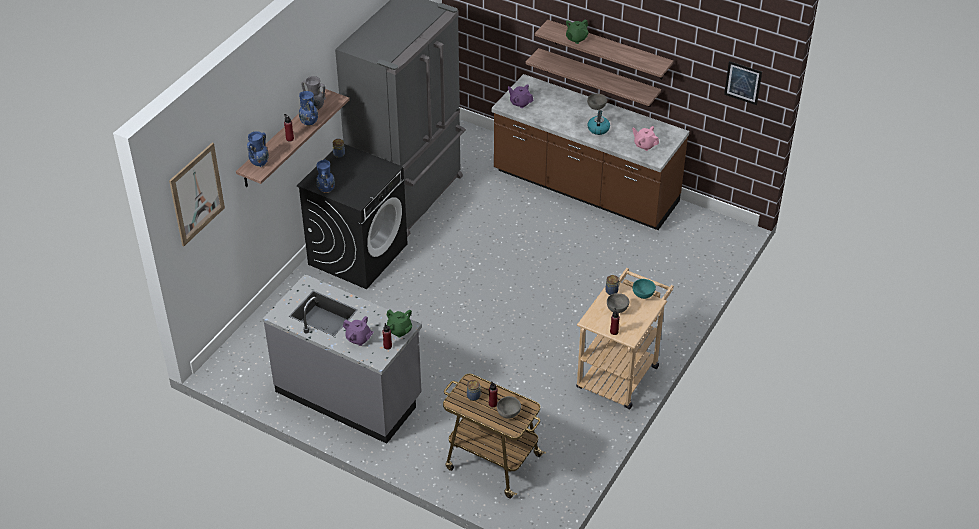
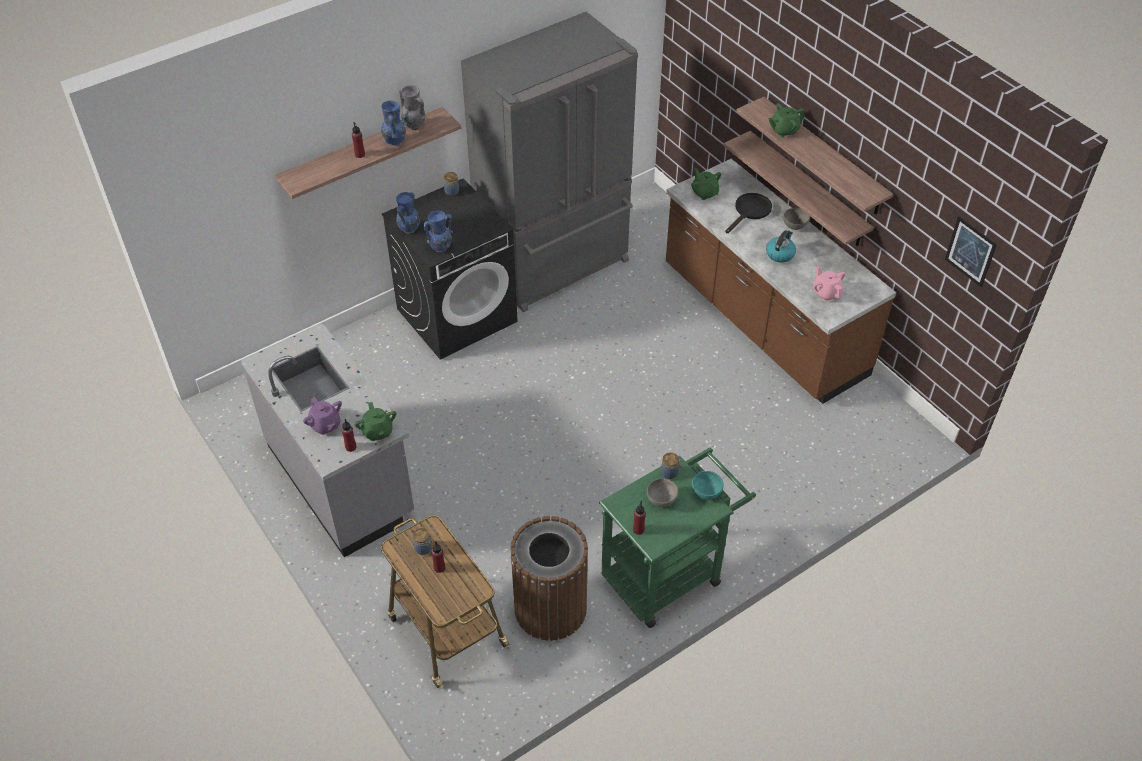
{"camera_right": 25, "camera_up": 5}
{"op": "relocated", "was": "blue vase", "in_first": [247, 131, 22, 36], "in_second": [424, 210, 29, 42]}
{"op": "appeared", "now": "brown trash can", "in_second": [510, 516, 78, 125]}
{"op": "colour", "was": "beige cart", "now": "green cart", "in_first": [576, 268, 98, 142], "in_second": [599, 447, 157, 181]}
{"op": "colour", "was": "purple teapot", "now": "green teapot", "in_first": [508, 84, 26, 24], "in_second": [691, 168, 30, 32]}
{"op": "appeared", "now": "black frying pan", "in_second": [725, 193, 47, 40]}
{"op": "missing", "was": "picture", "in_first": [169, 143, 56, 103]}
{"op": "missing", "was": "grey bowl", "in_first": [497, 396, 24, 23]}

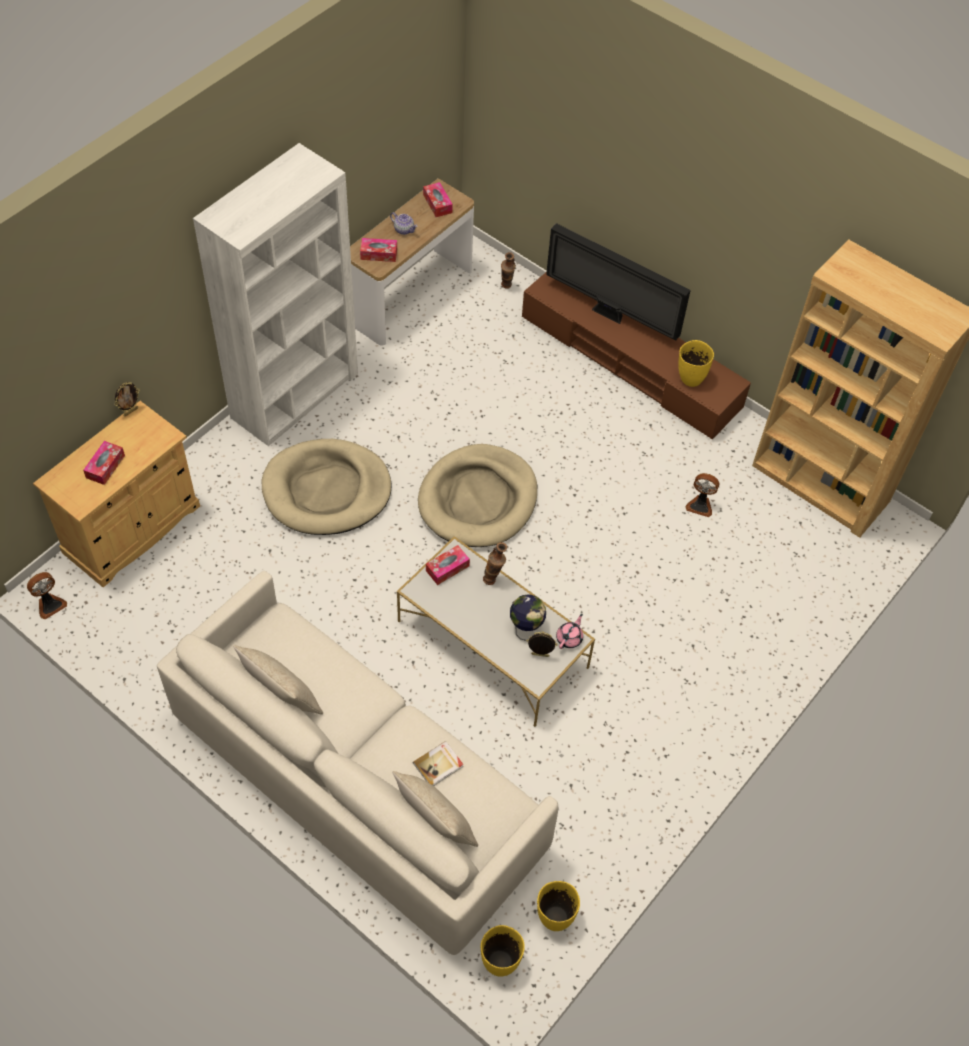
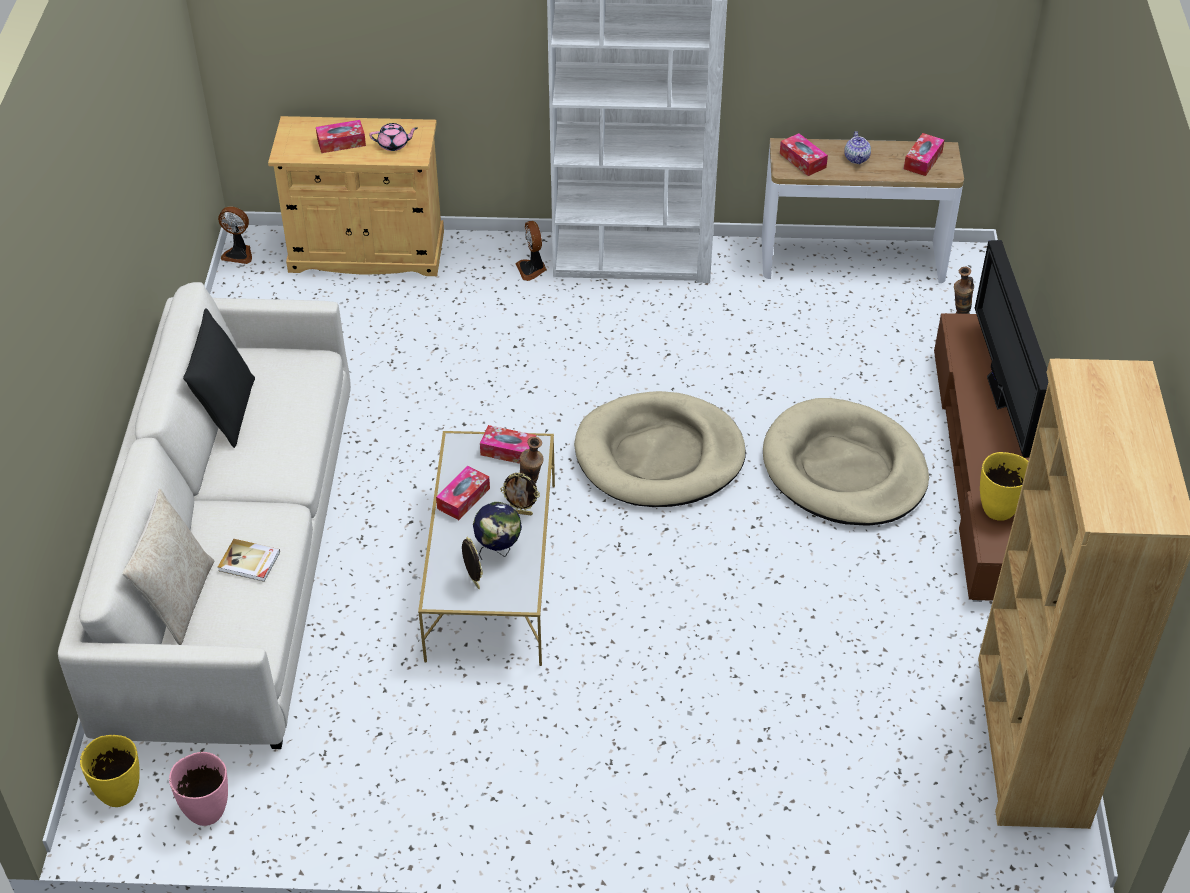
{"camera_right": 55, "camera_up": -10}
{"op": "colour", "was": "yellow vase", "now": "pink vase", "in_first": [537, 881, 43, 50], "in_second": [169, 752, 59, 74]}
{"op": "colour", "was": "beige pillow", "now": "black pillow", "in_first": [233, 645, 90, 70], "in_second": [183, 308, 72, 140]}
{"op": "relocated", "was": "pink teapot", "in_first": [556, 614, 27, 35], "in_second": [369, 123, 49, 28]}
{"op": "appeared", "now": "tissue box", "in_second": [436, 466, 54, 54]}
{"op": "relocated", "was": "picture frame", "in_first": [114, 382, 26, 34], "in_second": [501, 473, 39, 42]}
{"op": "relocated", "was": "fan", "in_first": [685, 473, 34, 44], "in_second": [515, 221, 32, 60]}
{"op": "relocated", "was": "beige dog bed", "in_first": [261, 439, 130, 96], "in_second": [763, 398, 166, 128]}

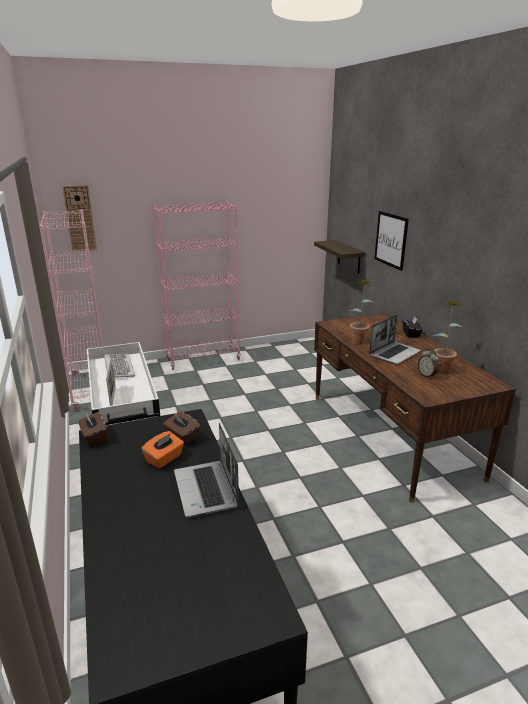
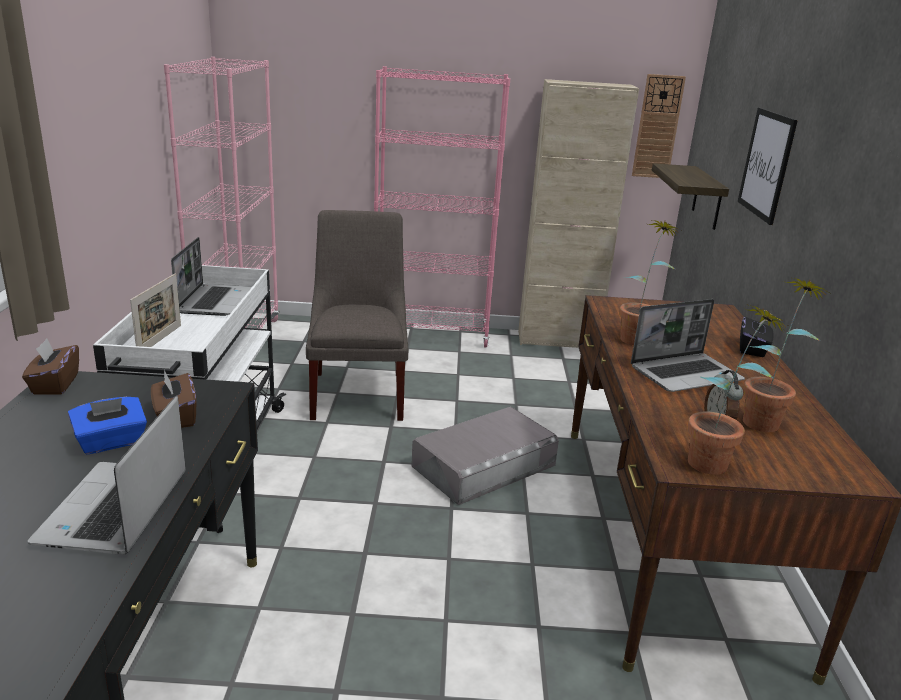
{"camera_right": 20, "camera_up": 0}
{"op": "colour", "was": "orange tissue box", "now": "blue tissue box", "in_first": [141, 431, 43, 38], "in_second": [68, 397, 79, 58]}
{"op": "exchanged", "was": "keyboard", "now": "laptop", "in_first": [104, 354, 31, 24], "in_second": [171, 237, 81, 79]}
{"op": "appeared", "now": "grey chair", "in_second": [306, 210, 102, 211]}
{"op": "appeared", "now": "grey storage box", "in_second": [411, 406, 148, 99]}
{"op": "appeared", "now": "beige cabinet", "in_second": [518, 79, 121, 269]}
{"op": "relocated", "was": "wall clock", "in_first": [62, 185, 35, 67], "in_second": [632, 74, 54, 104]}
{"op": "appeared", "now": "potted plant", "in_second": [688, 305, 97, 170]}

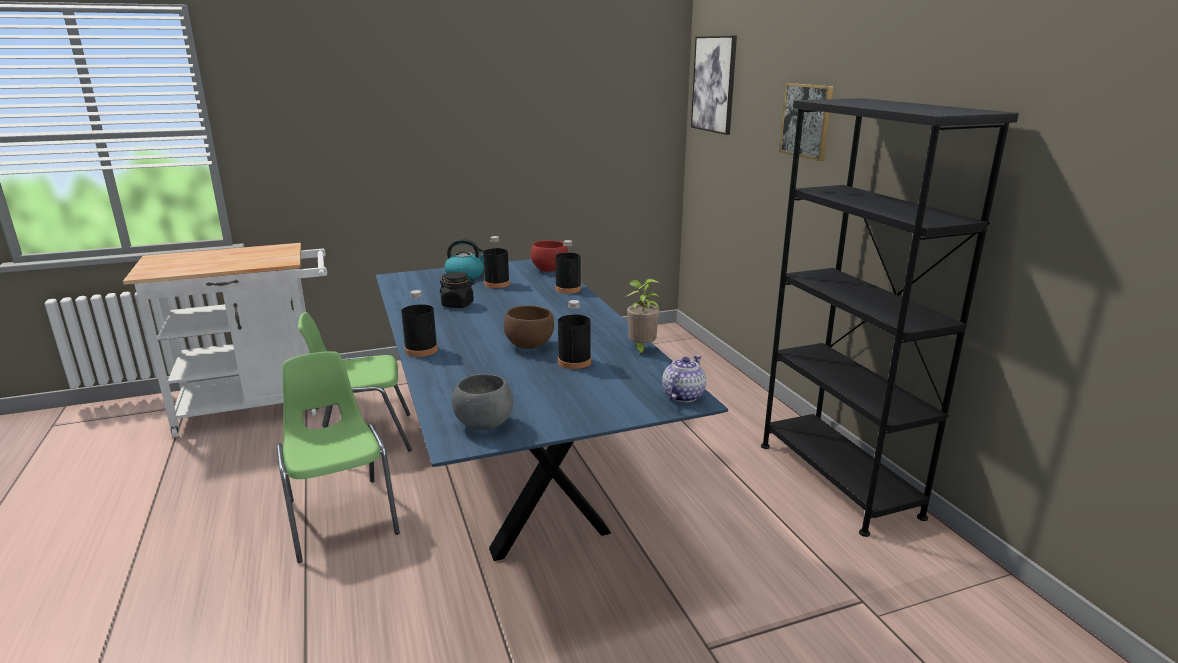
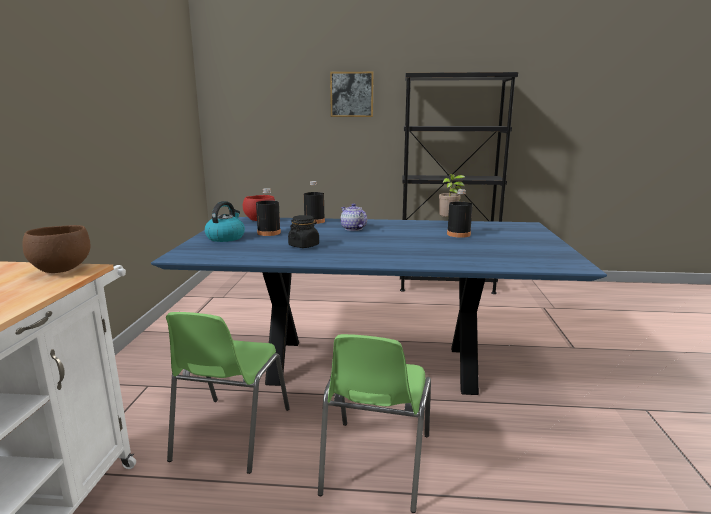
{"camera_right": -65, "camera_up": -5}
{"op": "relocated", "was": "brown bowl", "in_first": [504, 306, 50, 43], "in_second": [22, 225, 69, 48]}
{"op": "spun", "was": "green chair", "in_first": [277, 352, 123, 211], "in_second": [318, 334, 113, 179], "clockwise": -75}
{"op": "relocated", "was": "teapot", "in_first": [662, 355, 44, 48], "in_second": [341, 203, 26, 28]}
{"op": "missing", "was": "black bottle", "in_first": [401, 290, 37, 67]}
{"op": "missing", "was": "grey bowl", "in_first": [452, 374, 61, 56]}
{"op": "missing", "was": "picture", "in_first": [691, 36, 46, 99]}

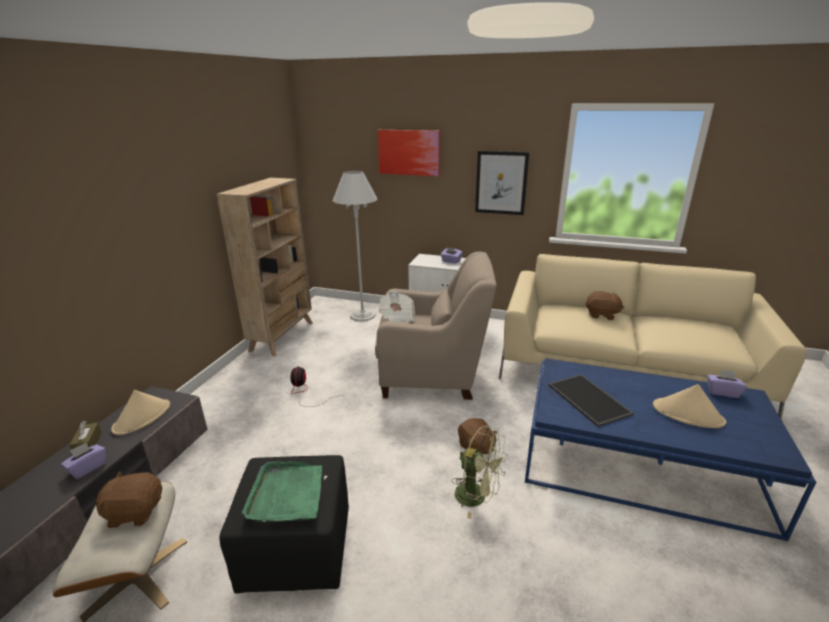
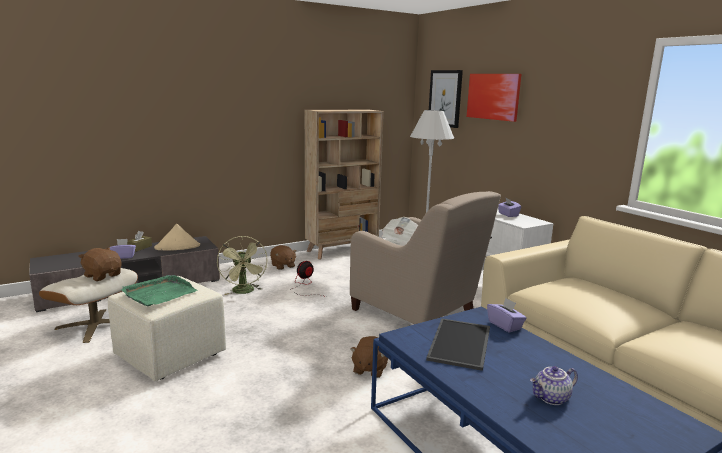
{"camera_right": 40, "camera_up": -10}
{"op": "colour", "was": "black ottoman", "now": "beige ottoman", "in_first": [219, 455, 130, 139], "in_second": [108, 276, 118, 105]}
{"op": "relocated", "was": "green fan", "in_first": [452, 426, 55, 93], "in_second": [217, 236, 50, 59]}
{"op": "relocated", "was": "brown plush toy", "in_first": [585, 291, 39, 29], "in_second": [270, 245, 27, 25]}
{"op": "relocated", "was": "picture", "in_first": [475, 151, 54, 64], "in_second": [429, 70, 34, 58]}
{"op": "relocated", "was": "purple tissue box", "in_first": [707, 369, 40, 29], "in_second": [487, 298, 40, 35]}
{"op": "exchanged", "was": "beige hat", "now": "teapot", "in_first": [653, 384, 73, 44], "in_second": [530, 366, 48, 39]}

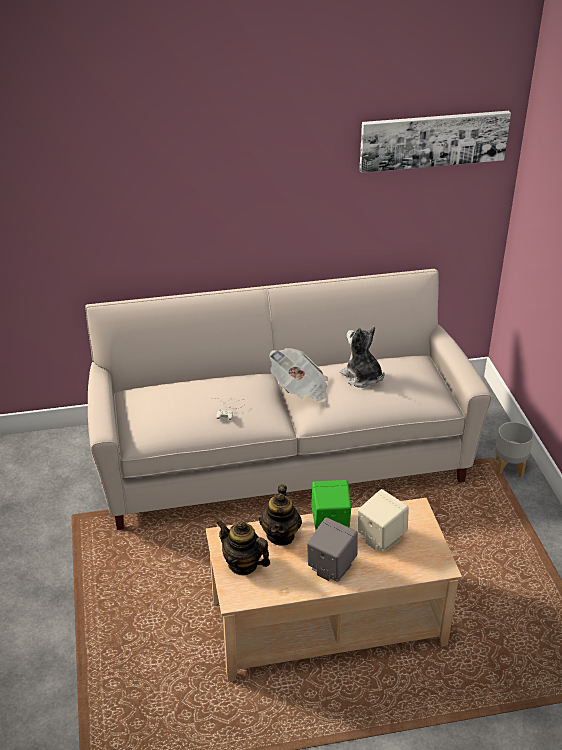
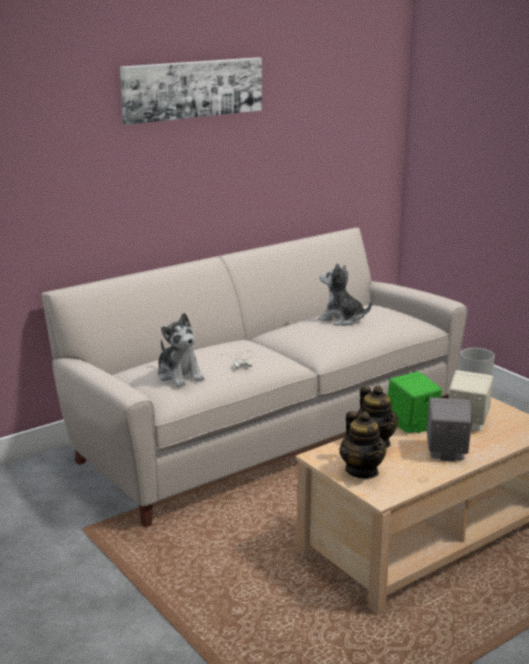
{"camera_right": -25, "camera_up": -15}
{"op": "relocated", "was": "picture", "in_first": [359, 111, 152, 62], "in_second": [120, 57, 142, 68]}
{"op": "appeared", "now": "plush toy", "in_second": [157, 313, 48, 74]}
{"op": "spun", "was": "teapot", "in_first": [216, 521, 54, 54], "in_second": [339, 411, 48, 68], "clockwise": -120}
{"op": "missing", "was": "newspaper", "in_first": [269, 348, 59, 55]}

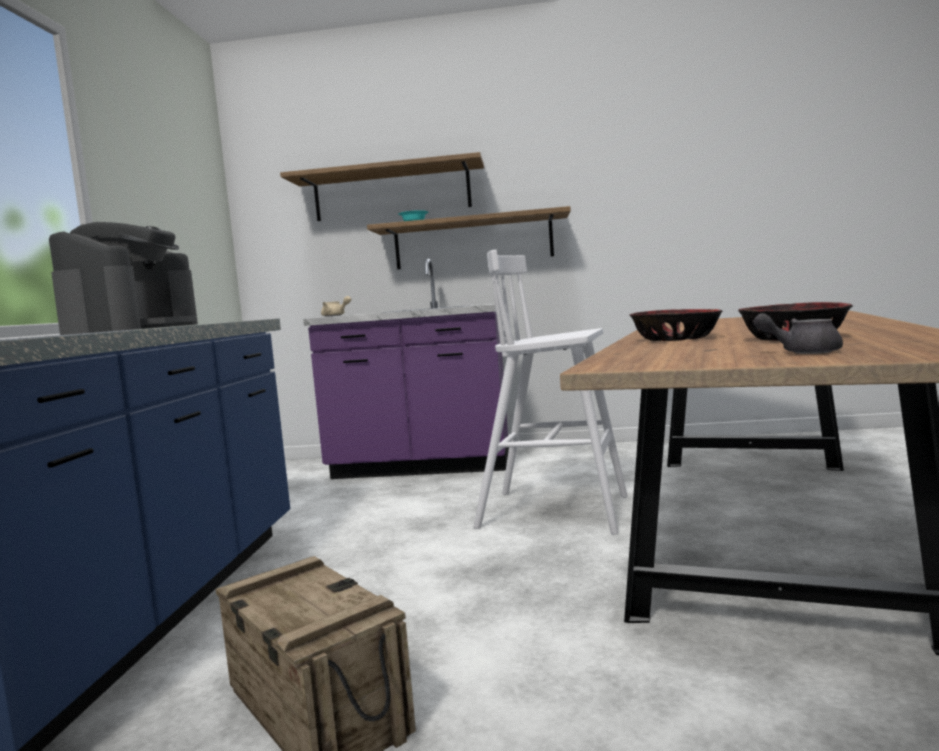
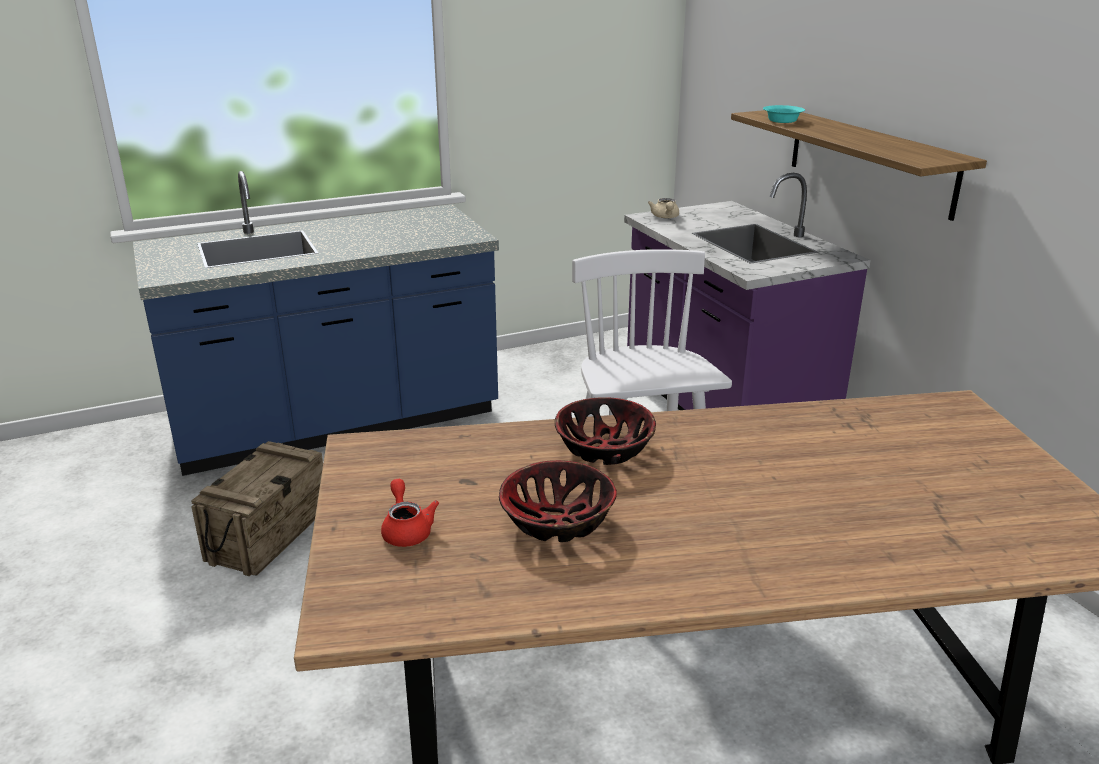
{"camera_right": 60, "camera_up": 20}
{"op": "colour", "was": "grey teapot", "now": "red teapot", "in_first": [753, 313, 90, 41], "in_second": [381, 479, 58, 68]}
{"op": "missing", "was": "coffee machine", "in_first": [49, 222, 149, 113]}
{"op": "missing", "was": "shelf", "in_first": [280, 152, 204, 69]}

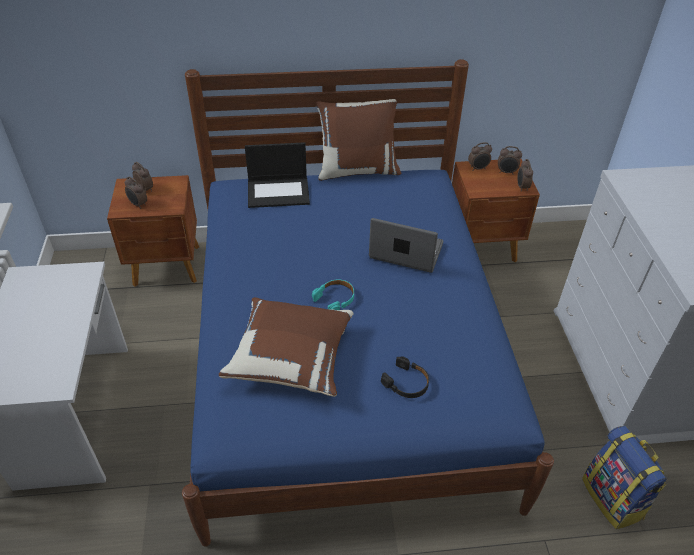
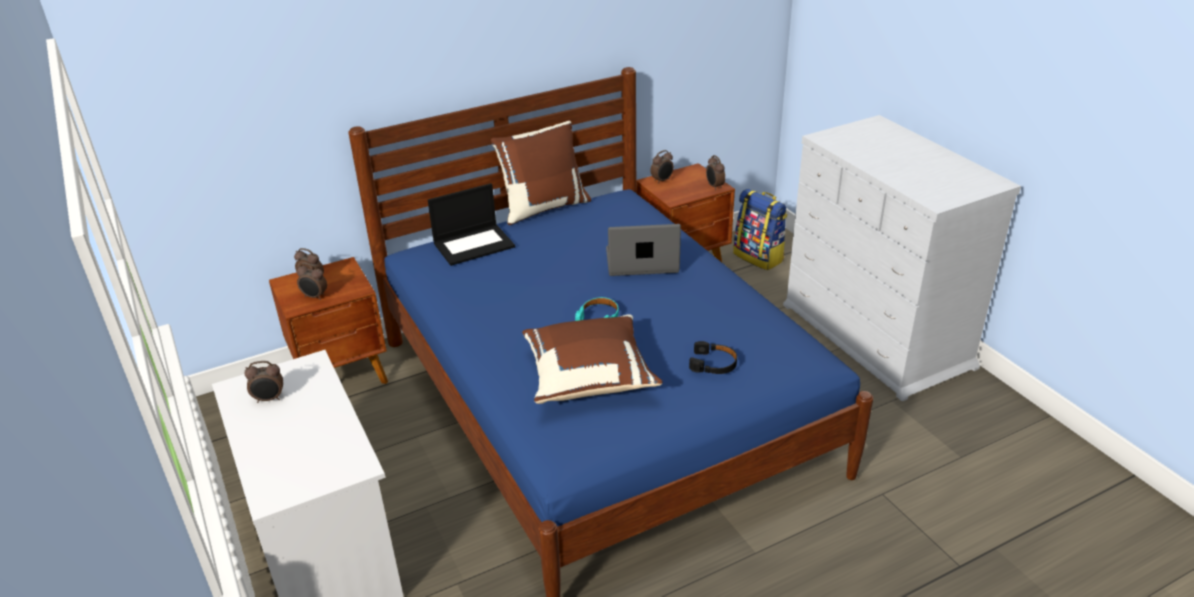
{"camera_right": -20, "camera_up": -10}
{"op": "relocated", "was": "alarm clock", "in_first": [498, 146, 24, 29], "in_second": [245, 361, 38, 42]}
{"op": "relocated", "was": "backpack", "in_first": [582, 426, 85, 103], "in_second": [733, 189, 54, 81]}

